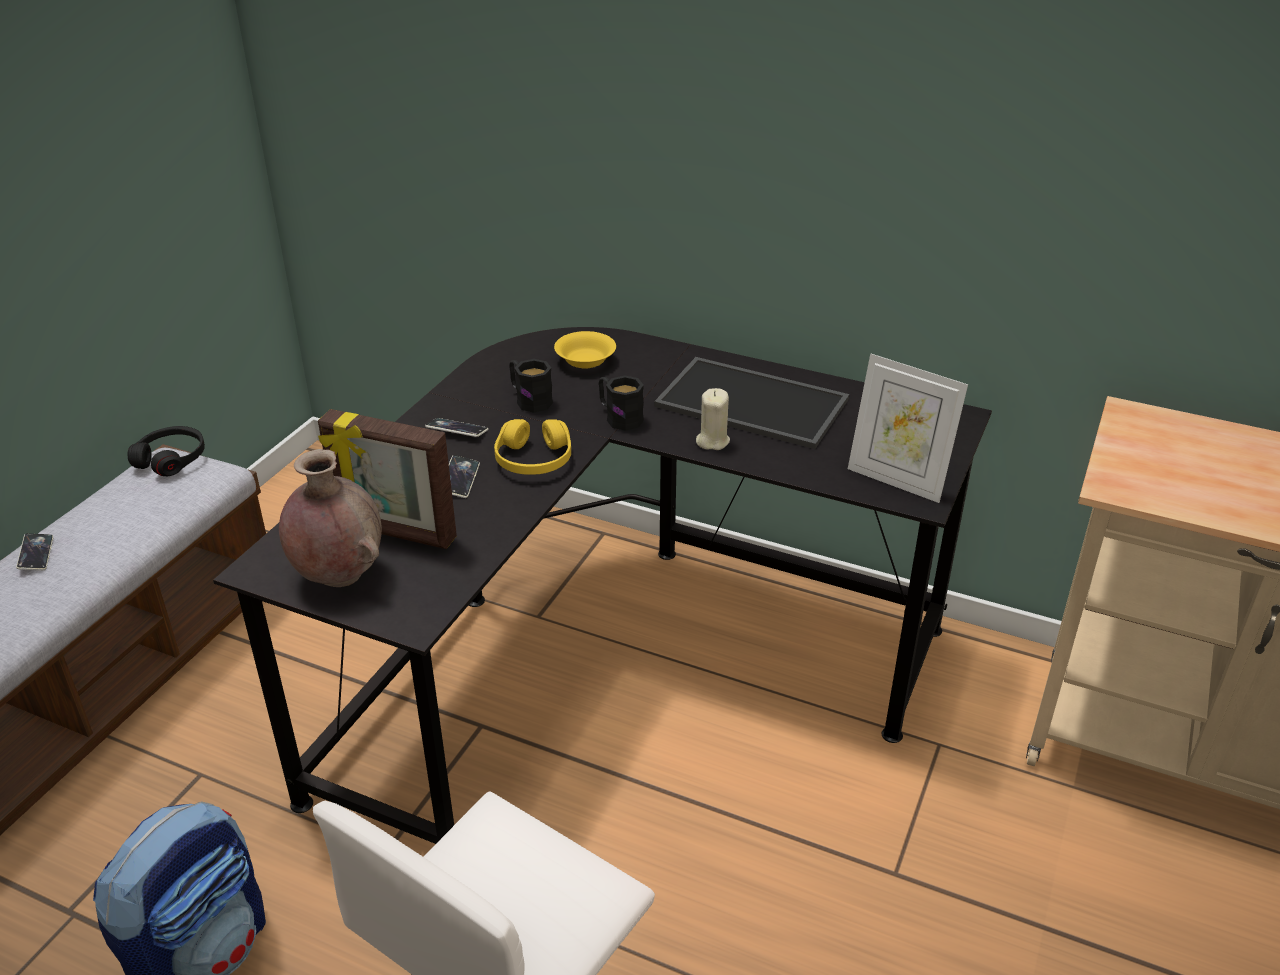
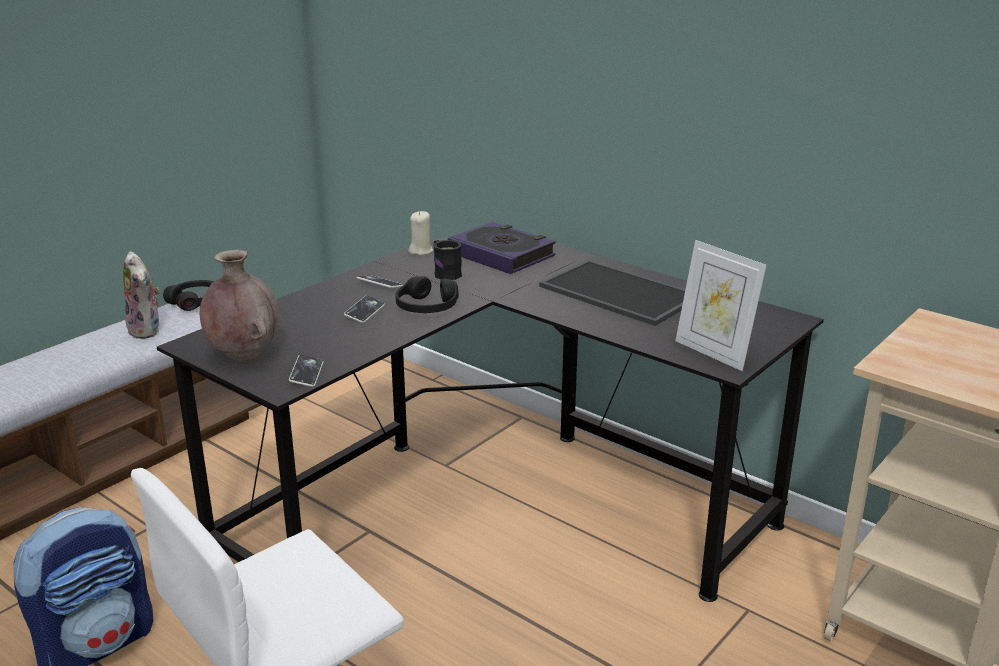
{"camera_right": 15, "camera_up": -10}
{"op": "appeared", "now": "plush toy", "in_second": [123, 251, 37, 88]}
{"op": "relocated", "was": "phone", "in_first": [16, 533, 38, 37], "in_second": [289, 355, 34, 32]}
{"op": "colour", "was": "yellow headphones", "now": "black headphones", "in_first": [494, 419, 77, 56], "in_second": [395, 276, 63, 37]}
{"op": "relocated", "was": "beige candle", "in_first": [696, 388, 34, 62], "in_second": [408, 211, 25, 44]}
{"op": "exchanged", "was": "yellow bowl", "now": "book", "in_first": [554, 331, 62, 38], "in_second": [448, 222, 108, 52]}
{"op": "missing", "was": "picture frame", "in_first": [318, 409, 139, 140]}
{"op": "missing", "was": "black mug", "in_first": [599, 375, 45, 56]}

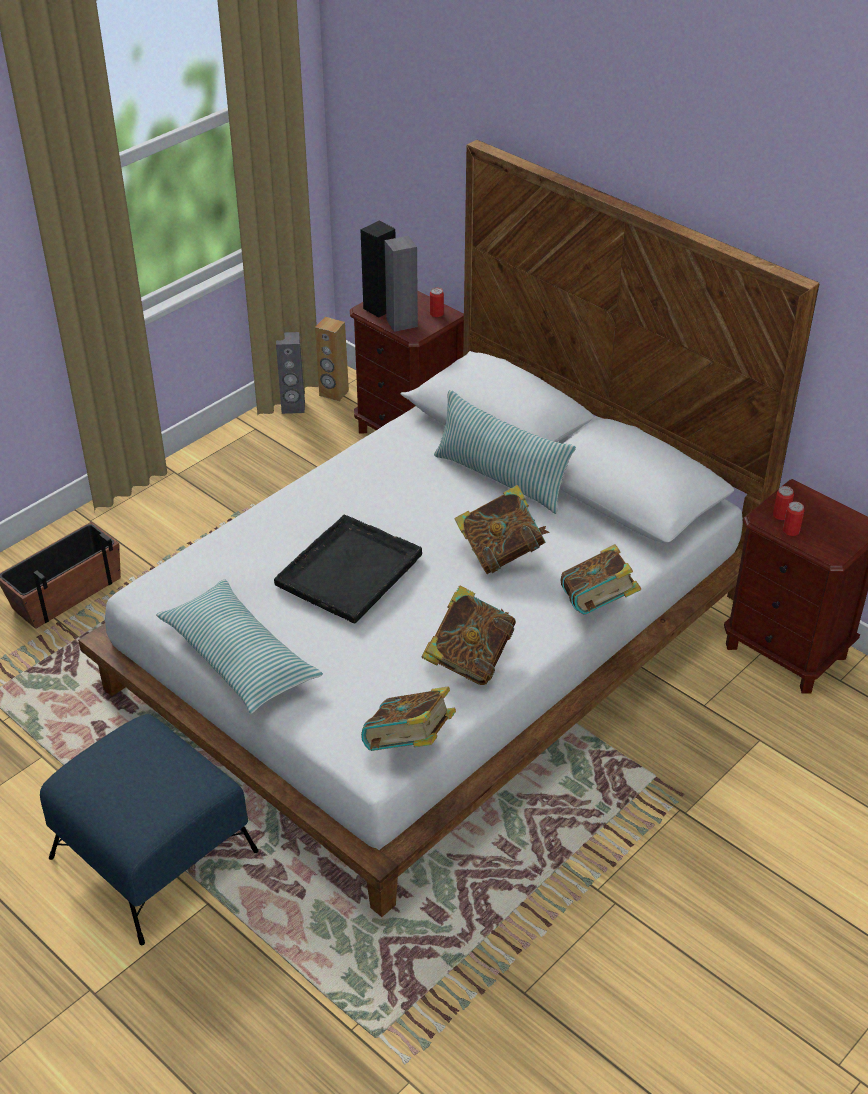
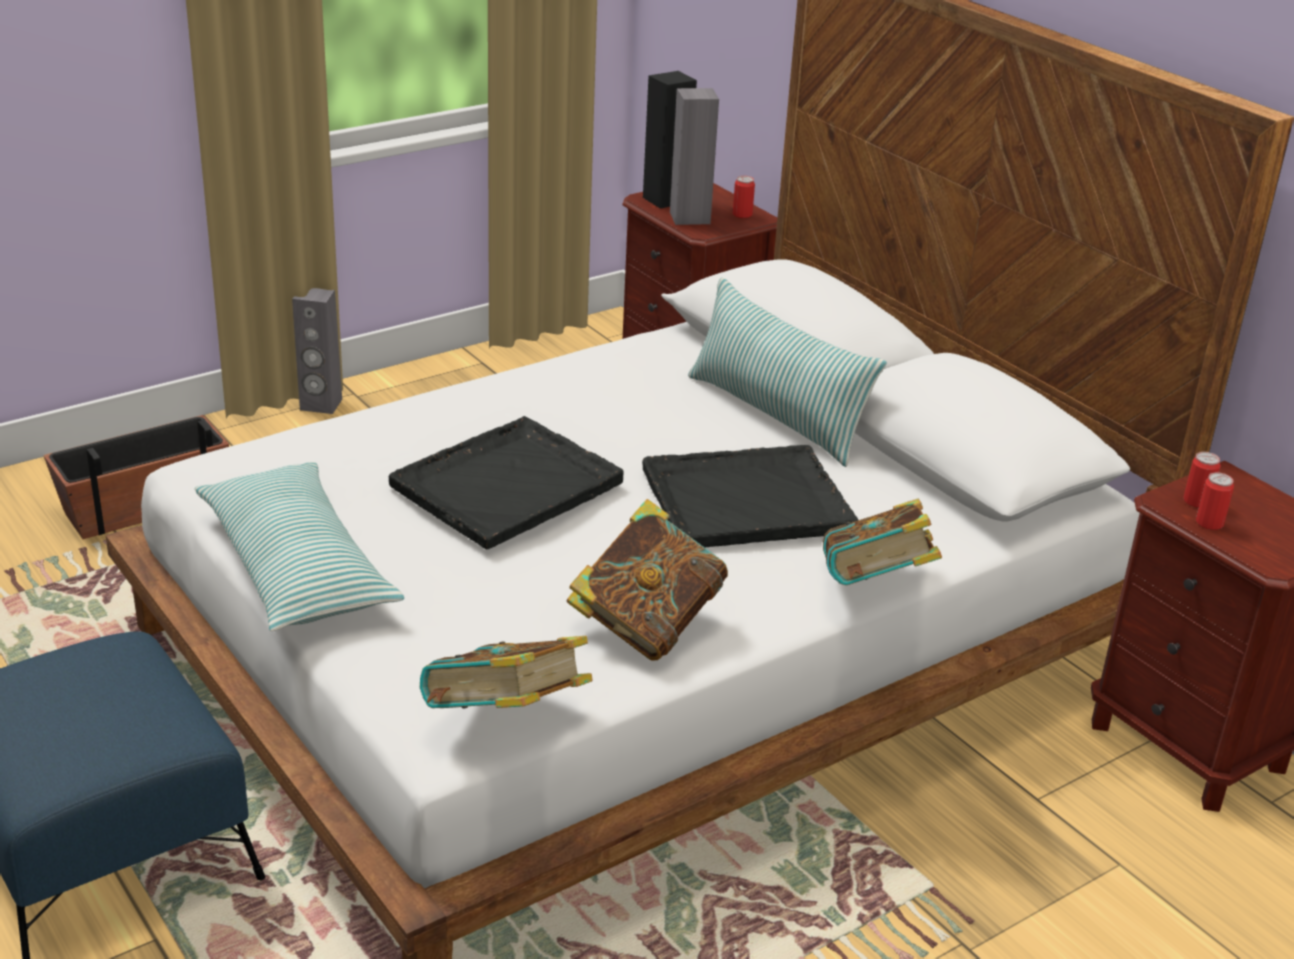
{"camera_right": 10, "camera_up": -10}
{"op": "relocated", "was": "grey speaker", "in_first": [276, 332, 29, 82], "in_second": [292, 288, 50, 126]}
{"op": "exchanged", "was": "book", "now": "black tray", "in_first": [454, 485, 95, 89], "in_second": [642, 445, 216, 103]}
{"op": "missing", "was": "brown speaker", "in_first": [315, 317, 34, 84]}

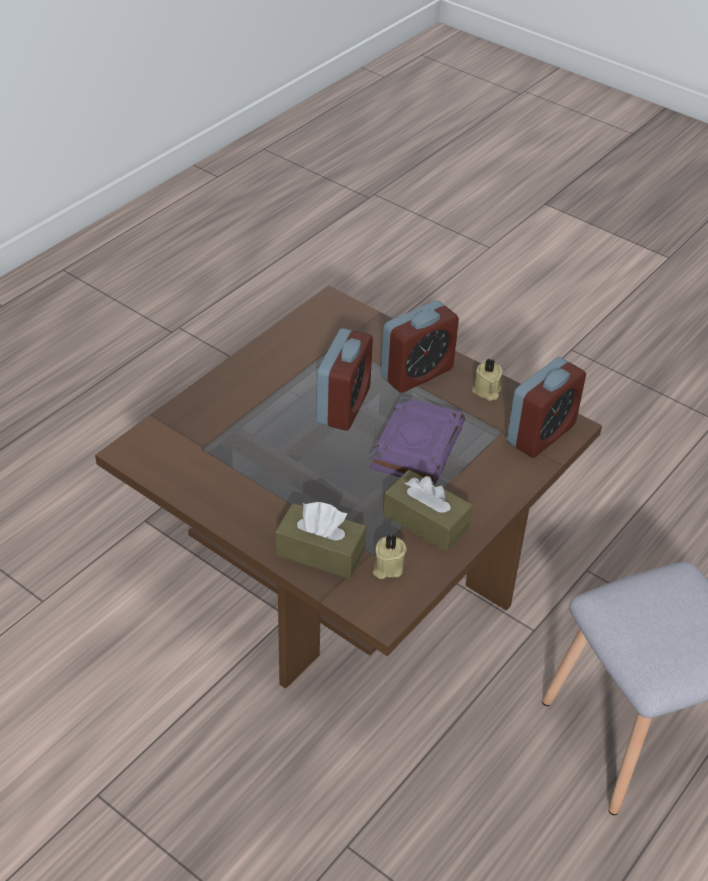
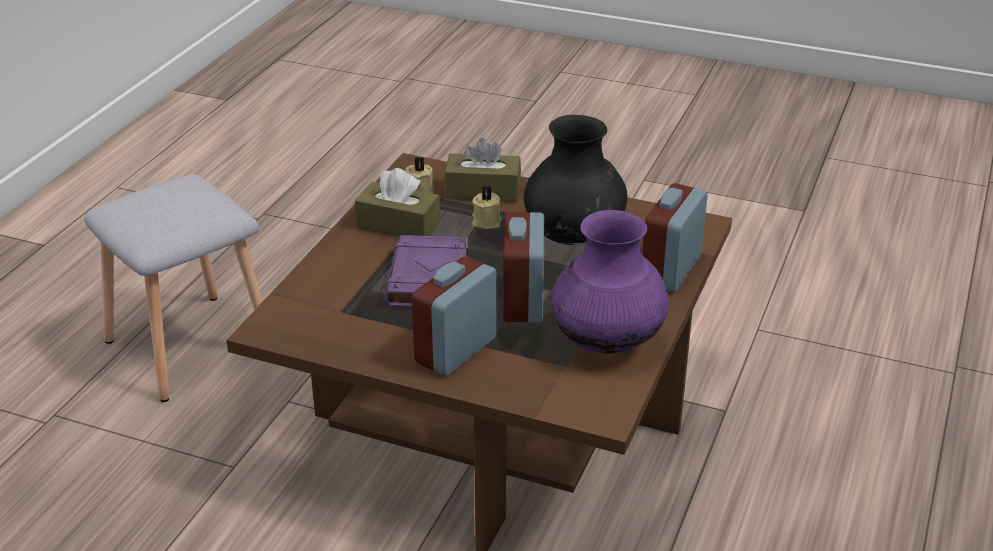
{"camera_right": 165, "camera_up": -10}
{"op": "relocated", "was": "beige candle", "in_first": [472, 359, 31, 42], "in_second": [472, 186, 30, 43]}
{"op": "appeared", "now": "black vase", "in_second": [524, 115, 104, 130]}
{"op": "appeared", "now": "purple vase", "in_second": [551, 210, 118, 144]}
{"op": "relocated", "was": "alarm clock", "in_first": [507, 357, 79, 101], "in_second": [642, 183, 65, 109]}

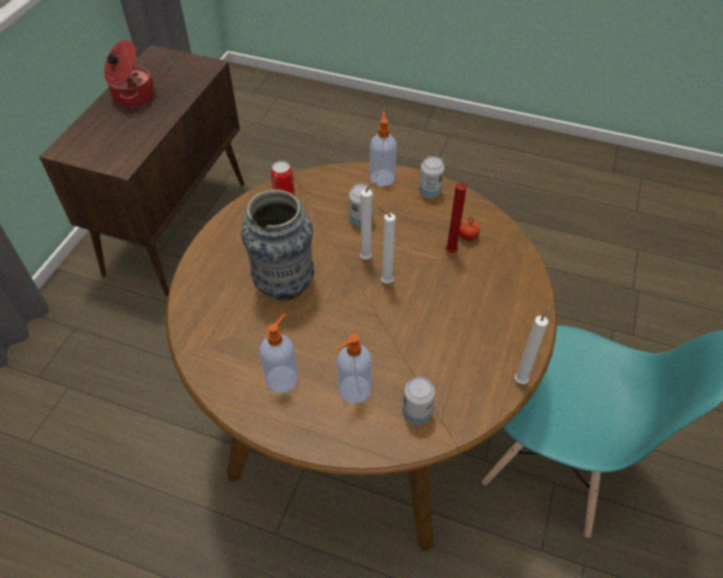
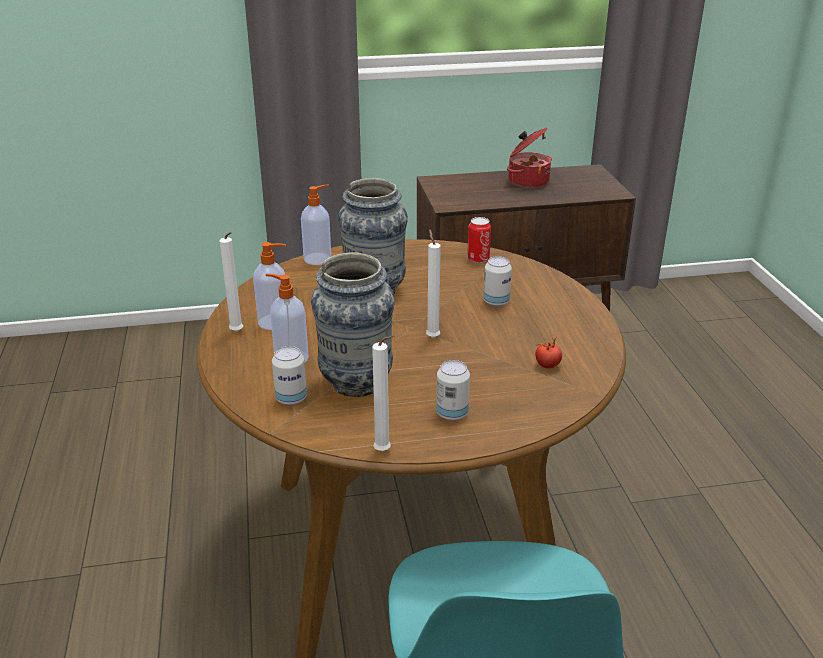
{"camera_right": 60, "camera_up": -20}
{"op": "relocated", "was": "white candle", "in_first": [360, 182, 18, 77], "in_second": [219, 232, 24, 100]}
{"op": "relocated", "was": "soap dispenser", "in_first": [370, 111, 27, 75], "in_second": [301, 185, 30, 80]}
{"op": "appeared", "now": "vase", "in_second": [311, 252, 84, 145]}
{"op": "relocated", "was": "can", "in_first": [419, 156, 25, 42], "in_second": [436, 360, 34, 61]}
{"op": "missing", "was": "red candle", "in_first": [446, 177, 27, 76]}

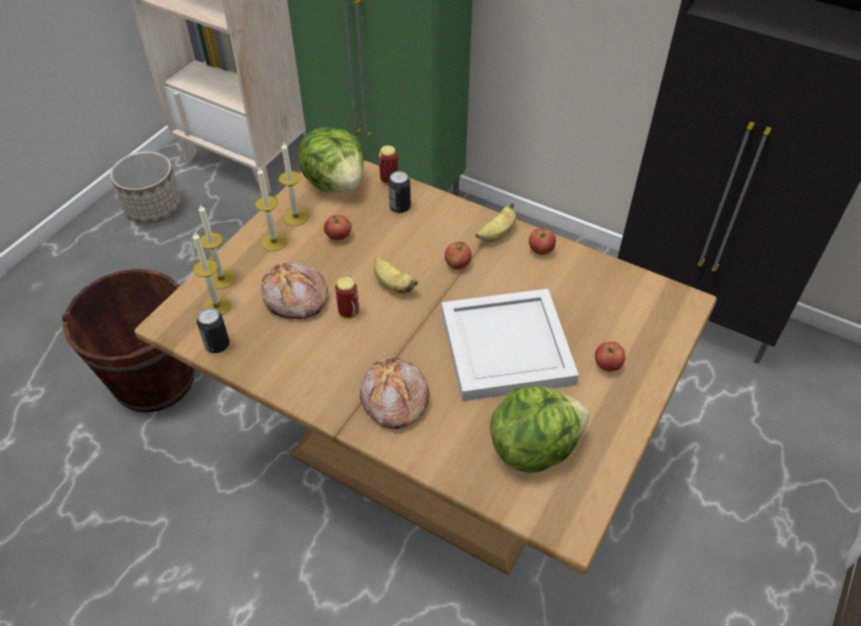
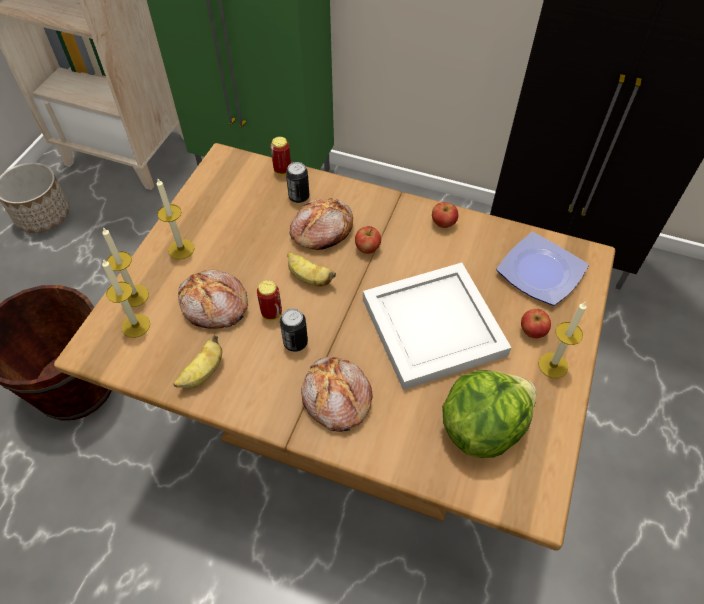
{"camera_right": -10, "camera_up": 5}
{"op": "relocated", "was": "banana", "in_first": [476, 203, 40, 39], "in_second": [173, 334, 49, 55]}
{"op": "relocated", "was": "can", "in_first": [197, 308, 33, 45], "in_second": [280, 308, 28, 44]}
{"op": "appeared", "now": "bread", "in_second": [290, 198, 63, 52]}
{"op": "appeared", "now": "plate", "in_second": [496, 232, 93, 74]}
{"op": "relocated", "was": "candle", "in_first": [278, 141, 31, 85], "in_second": [538, 302, 48, 76]}
{"op": "missing", "was": "lettuce", "in_first": [298, 127, 66, 65]}
{"op": "missing", "was": "apple", "in_first": [324, 215, 27, 25]}

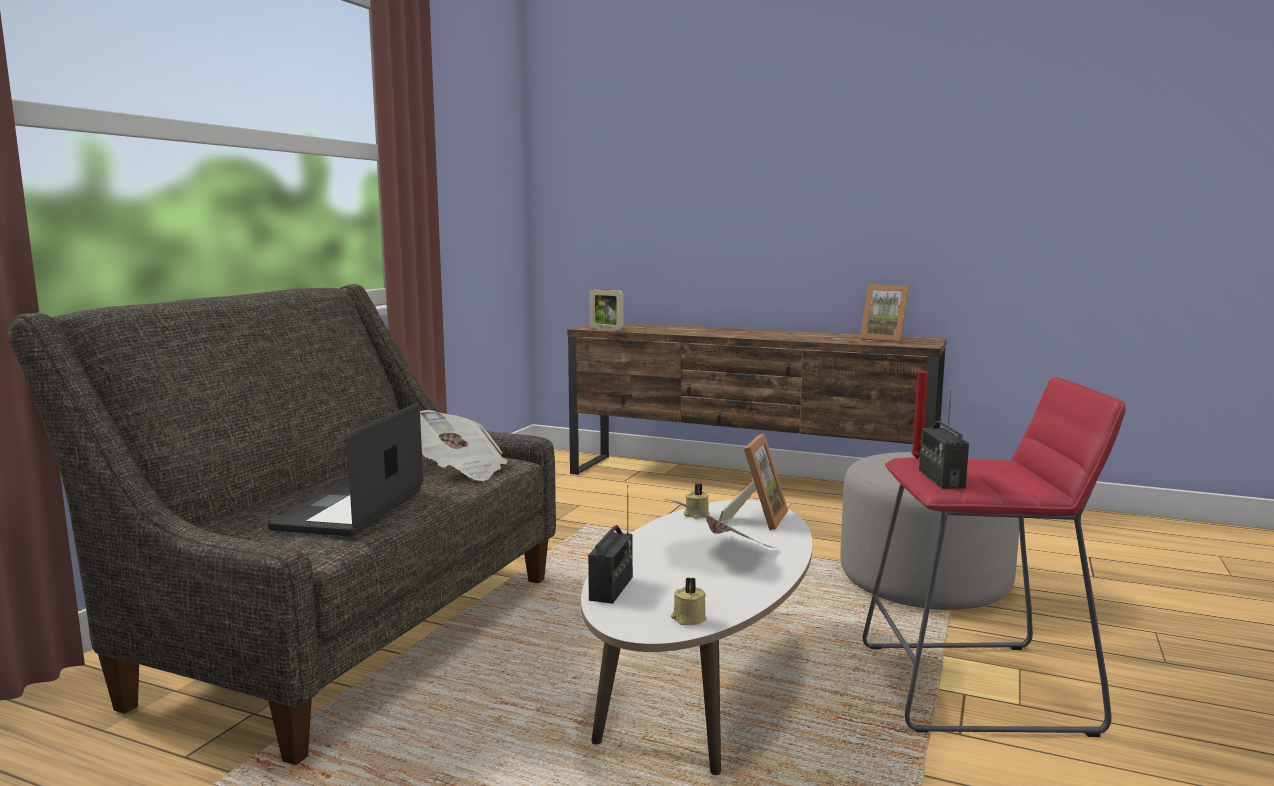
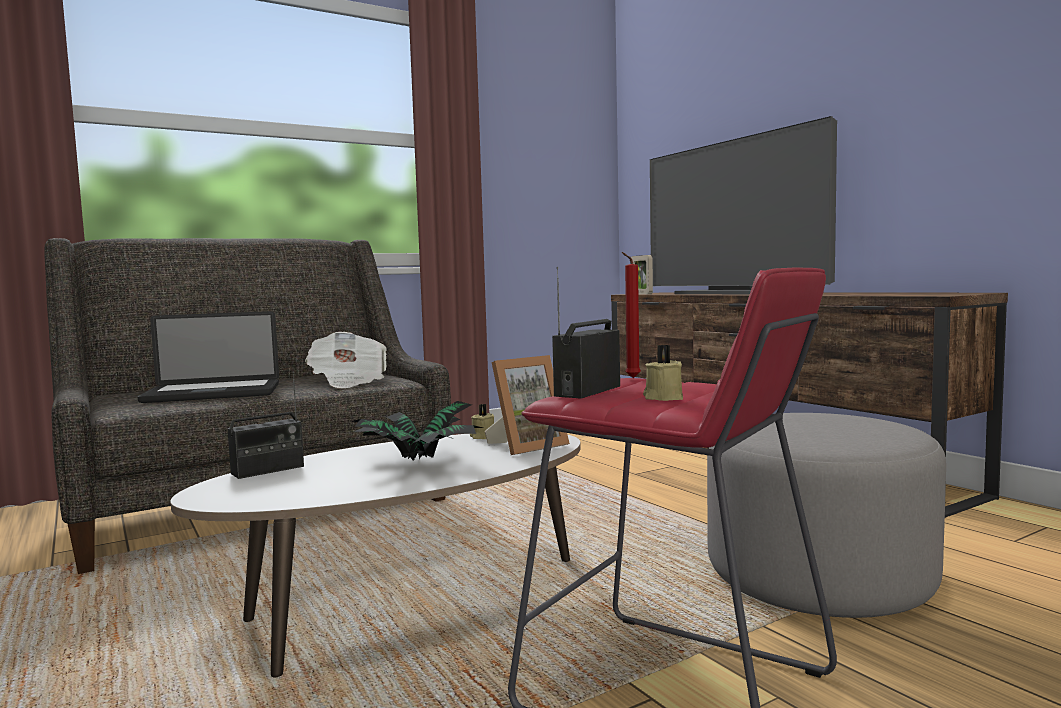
{"camera_right": 35, "camera_up": -5}
{"op": "spun", "was": "laptop", "in_first": [268, 403, 155, 134], "in_second": [137, 311, 142, 92], "clockwise": -150}
{"op": "exchanged", "was": "newspaper", "now": "potted plant", "in_first": [664, 499, 114, 49], "in_second": [351, 401, 132, 60]}
{"op": "relocated", "was": "beige candle", "in_first": [671, 577, 36, 48], "in_second": [643, 345, 40, 56]}
{"op": "appeared", "now": "television", "in_second": [650, 116, 187, 179]}
{"op": "missing", "was": "picture frame", "in_first": [860, 284, 49, 58]}

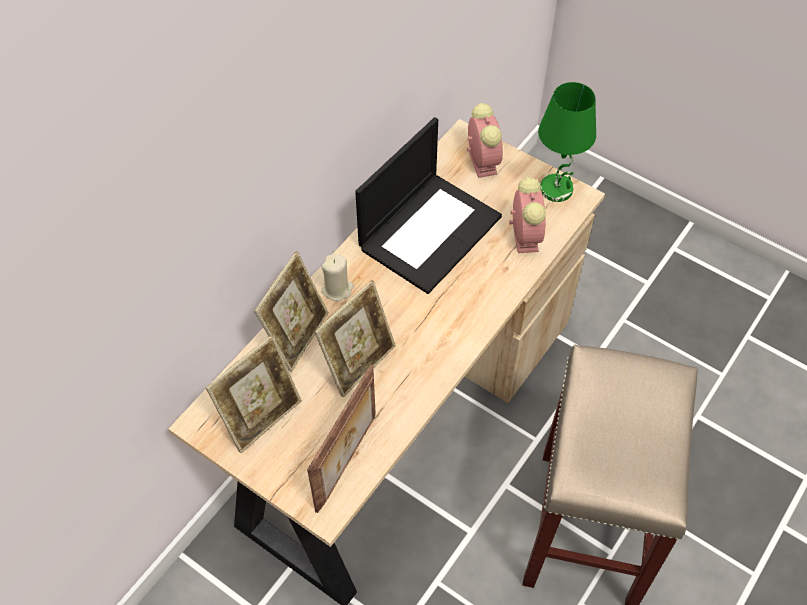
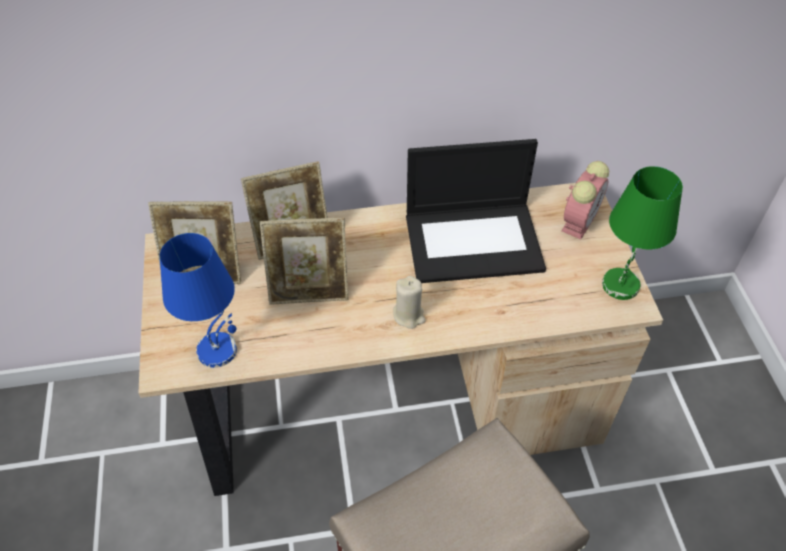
{"camera_right": 45, "camera_up": -5}
{"op": "exchanged", "was": "picture frame", "now": "blue table lamp", "in_first": [307, 364, 69, 149], "in_second": [160, 233, 77, 135]}
{"op": "relocated", "was": "beige candle", "in_first": [321, 254, 33, 47], "in_second": [393, 276, 33, 53]}
{"op": "missing", "was": "alarm clock", "in_first": [509, 177, 37, 76]}

